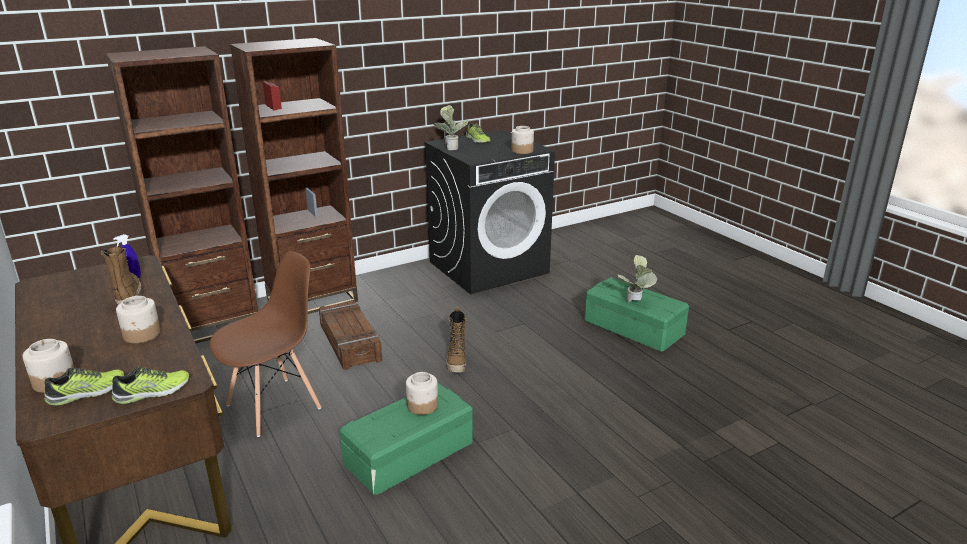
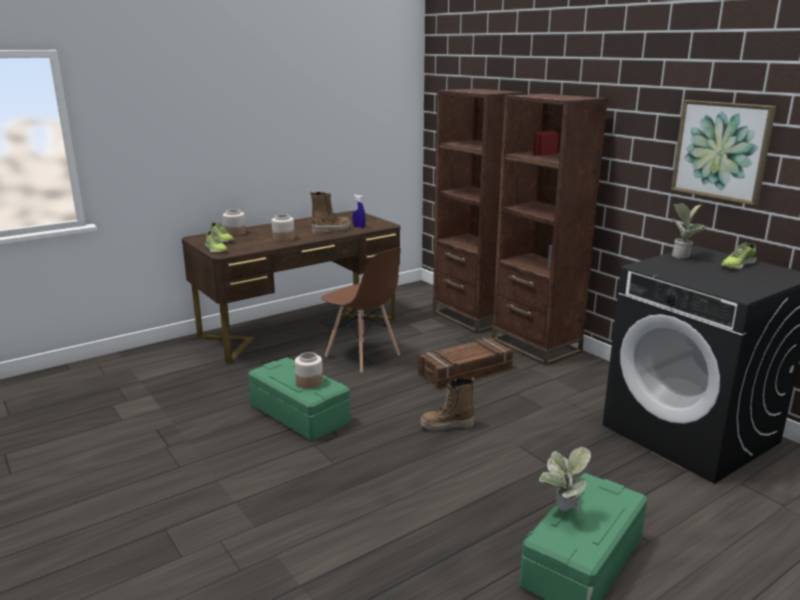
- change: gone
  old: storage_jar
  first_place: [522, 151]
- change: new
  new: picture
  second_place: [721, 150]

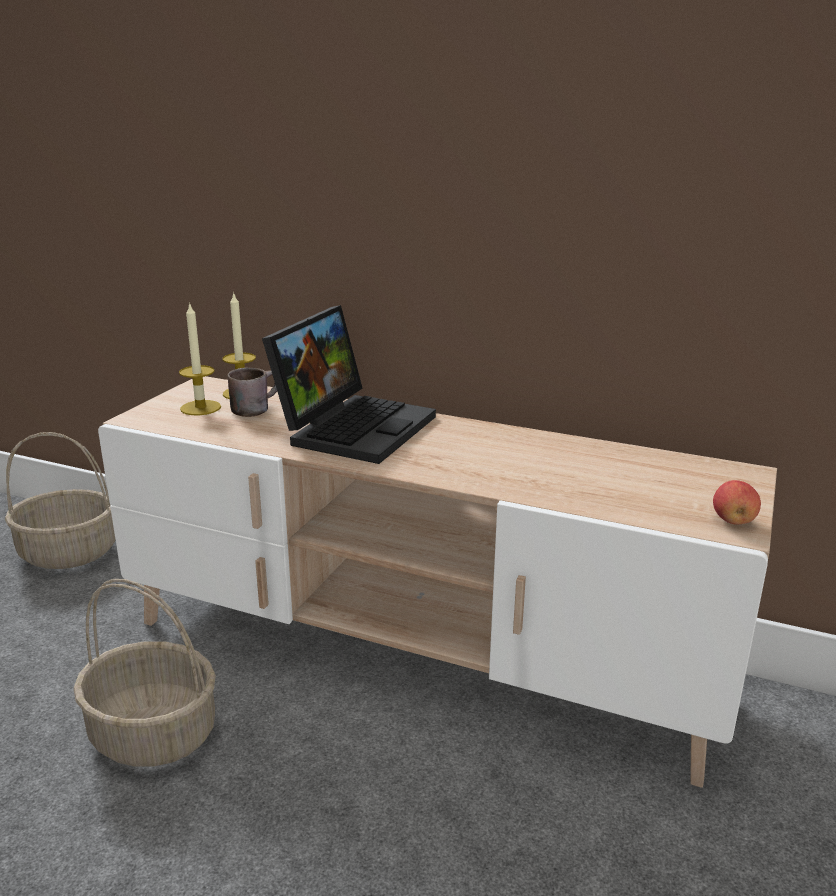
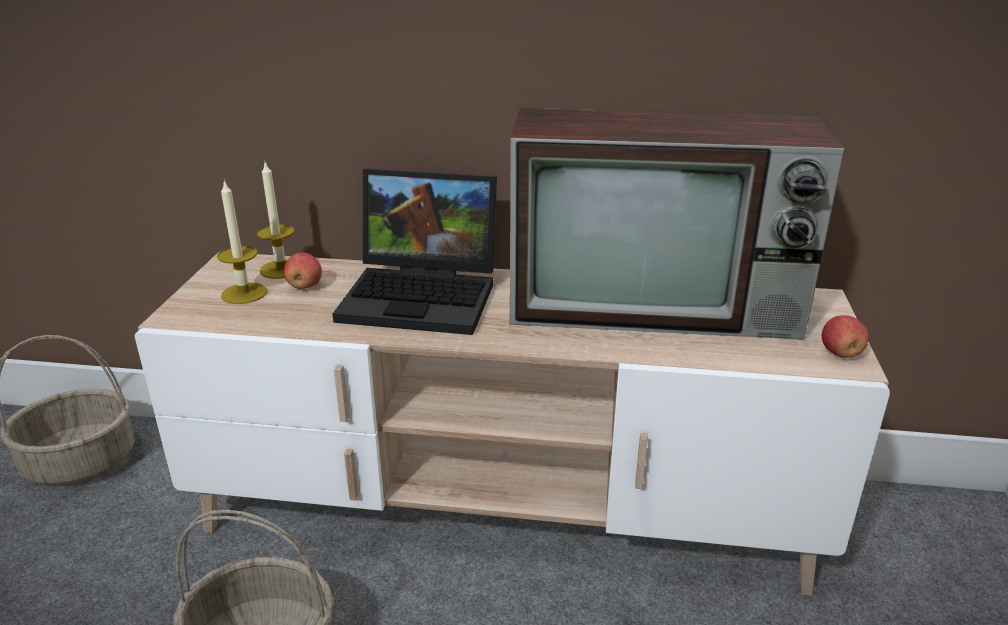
- change: swapped
  old: brown-coloured_mug
  new: whole_apple
  first_place: [254, 408]
  second_place: [305, 286]
- change: rotated
  old: notebook_computer
  first_place: [353, 426]
  second_place: [425, 295]
  degrees: 90
- change: new
  new: television
  second_place: [657, 306]

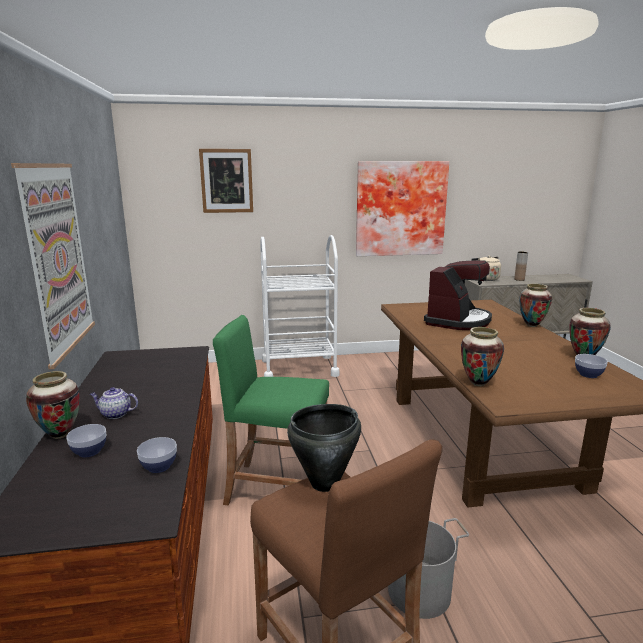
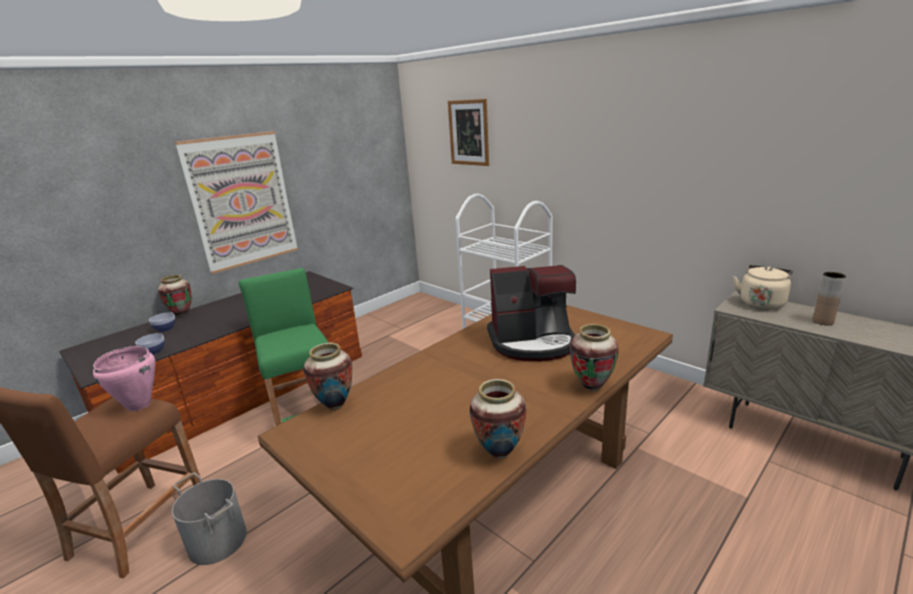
- change: gone
  old: pot_for_tea
  first_place: [115, 414]
- change: repainted
  old: black-coloured_cooking_pot
  new: pinkish_cooking_pot
  first_place: [325, 483]
  second_place: [138, 405]
- change: gone
  old: picture
  first_place: [400, 209]
- change: gone
  old: serving_bowl
  first_place: [588, 374]

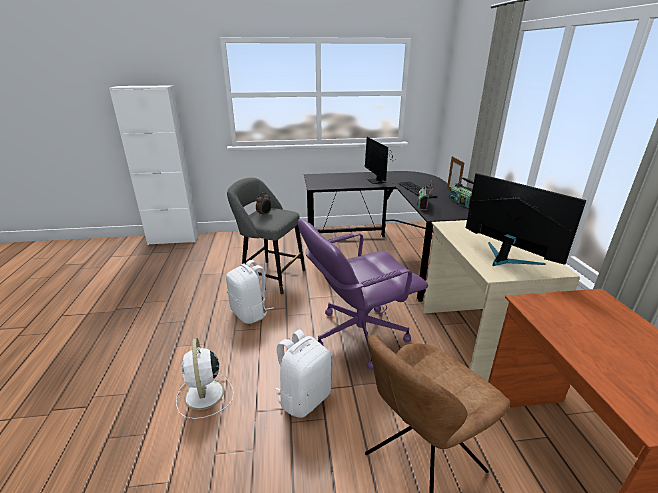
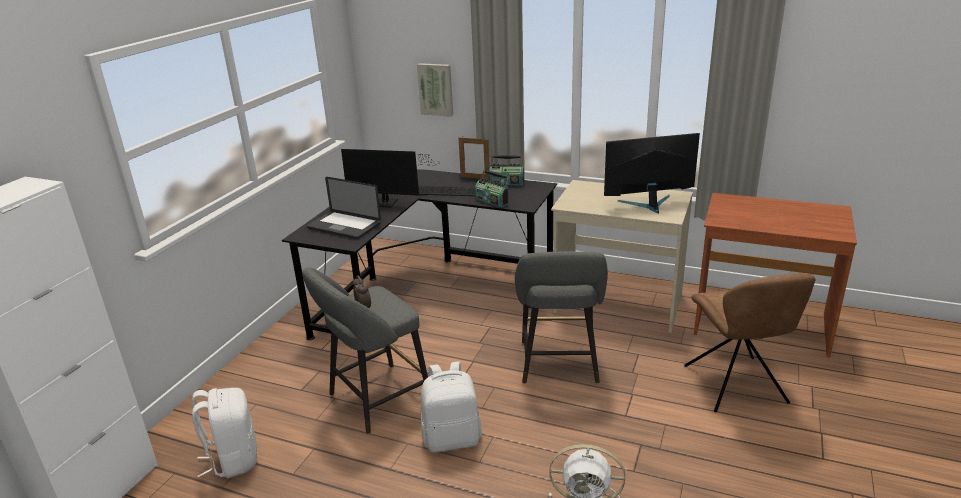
- change: shifted
  old: whitish_knapsack
  first_place: [304, 398]
  second_place: [233, 459]
- change: swapped
  old: purple_desk_chair
  new: gray_stool
  first_place: [358, 334]
  second_place: [559, 365]
- change: new
  new: notebook_computer
  second_place: [344, 226]
- change: new
  new: picture
  second_place: [436, 89]

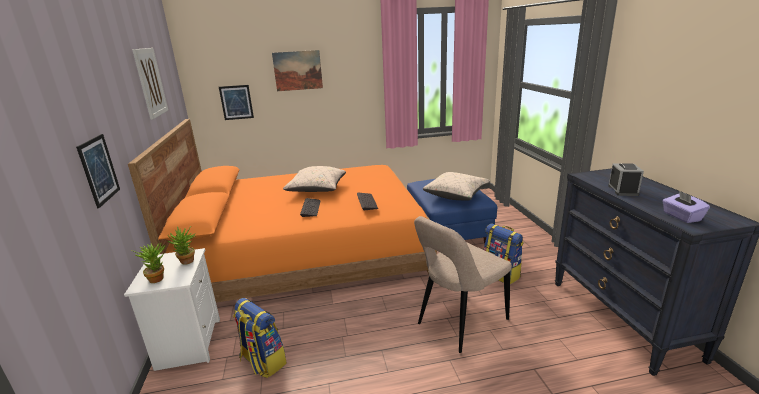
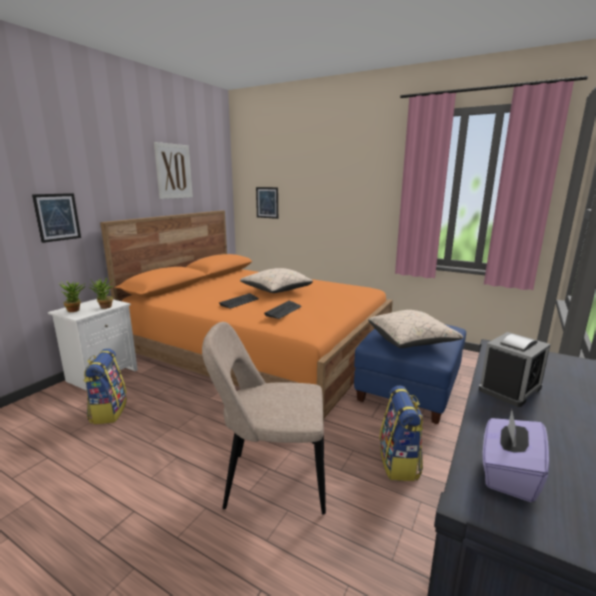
- change: gone
  old: picture
  first_place: [298, 70]

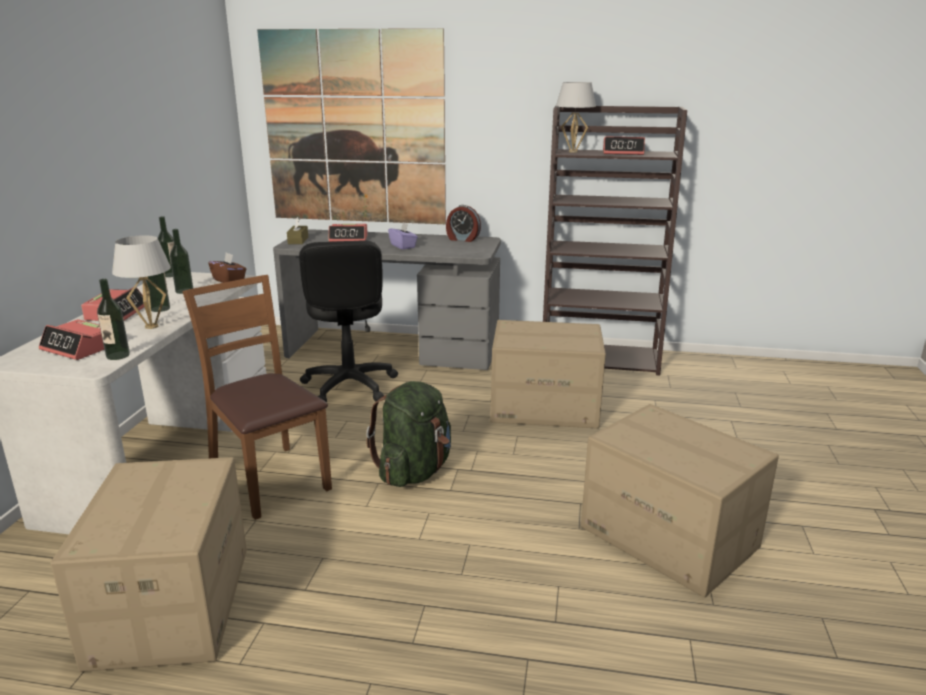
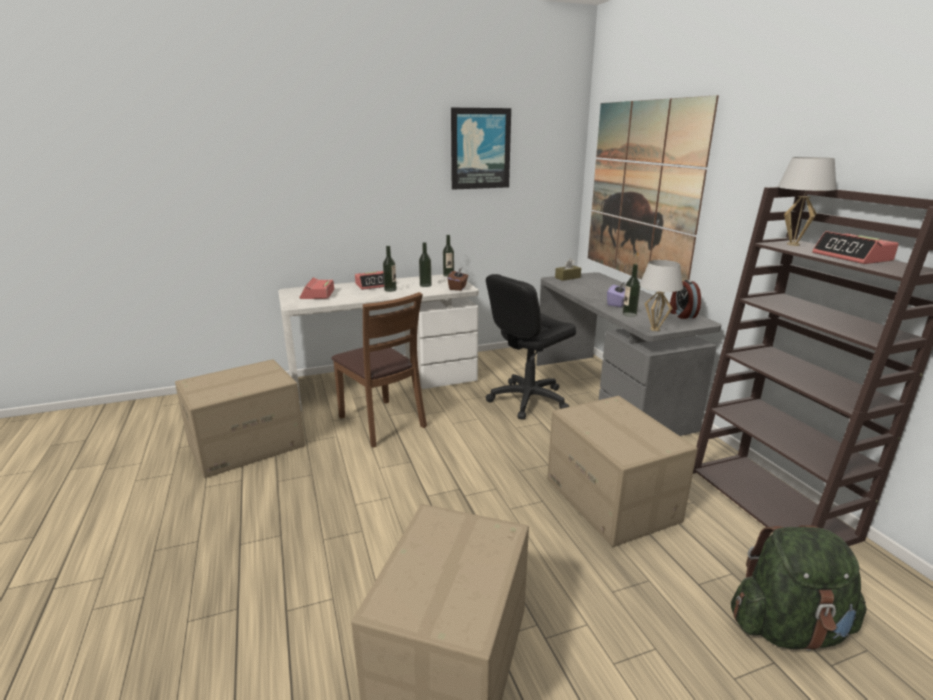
- change: shifted
  old: bottle
  first_place: [118, 355]
  second_place: [629, 314]
- change: shifted
  old: whitish_lamp_for_a_table
  first_place: [151, 326]
  second_place: [655, 329]
- change: rotated
  old: brown-coloured_chair
  first_place: [270, 480]
  second_place: [382, 423]
  degrees: 120
- change: gone
  old: bedside_clock
  first_place: [348, 238]
- change: shifted
  old: green-coloured_knapsack
  first_place: [414, 471]
  second_place: [788, 628]
- change: new
  new: picture
  second_place: [480, 149]

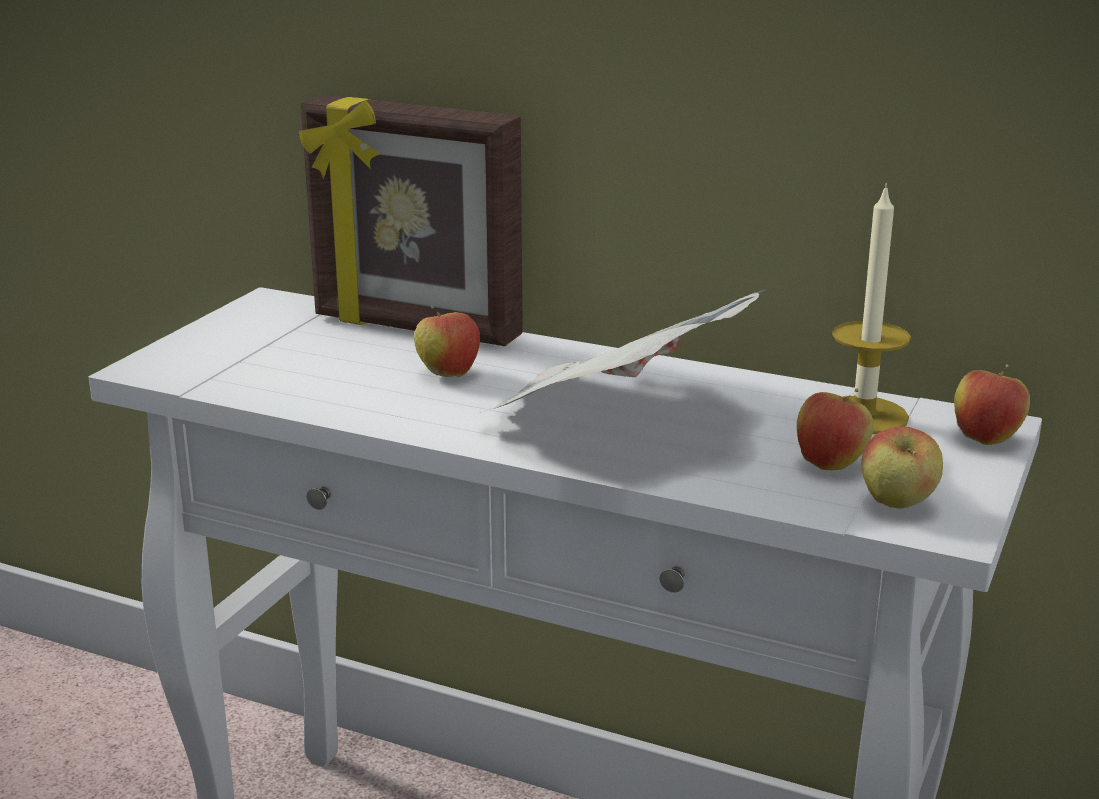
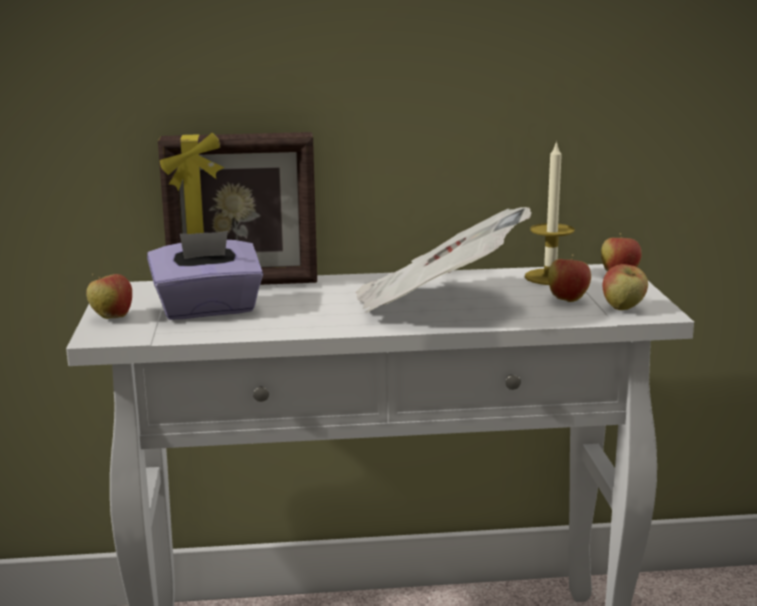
- change: shifted
  old: whole_apple
  first_place: [447, 374]
  second_place: [111, 318]
- change: new
  new: purple_box_of_tissues
  second_place: [208, 309]

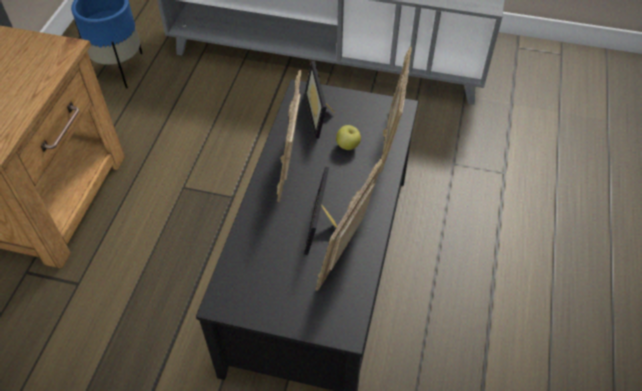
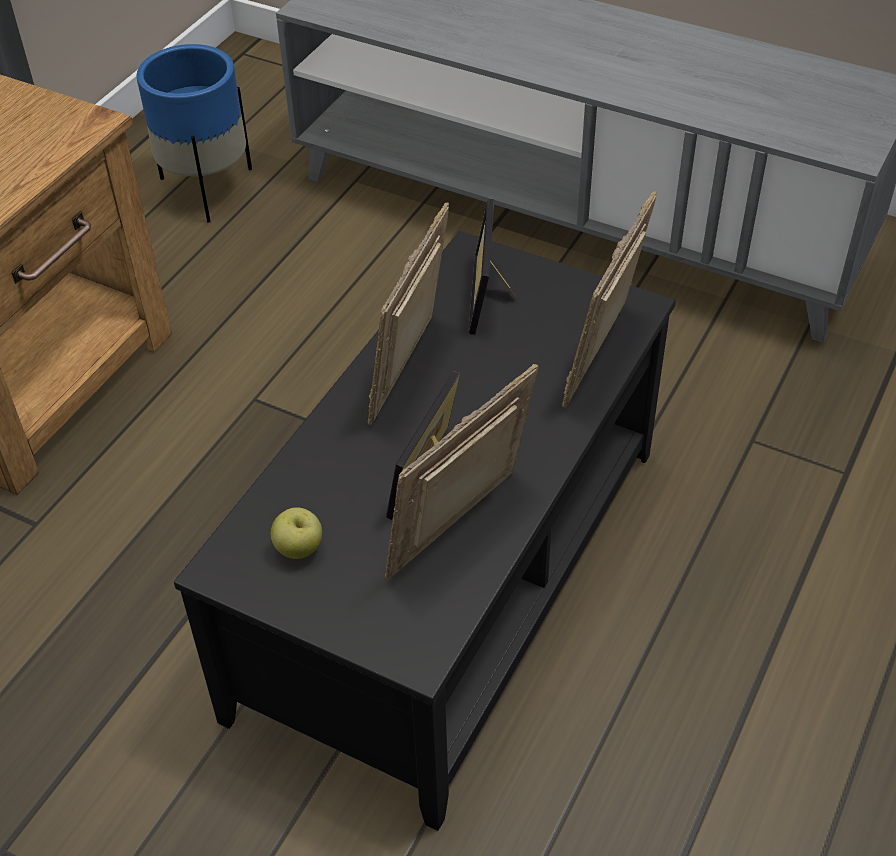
- change: shifted
  old: whole_apple
  first_place: [348, 146]
  second_place: [299, 549]

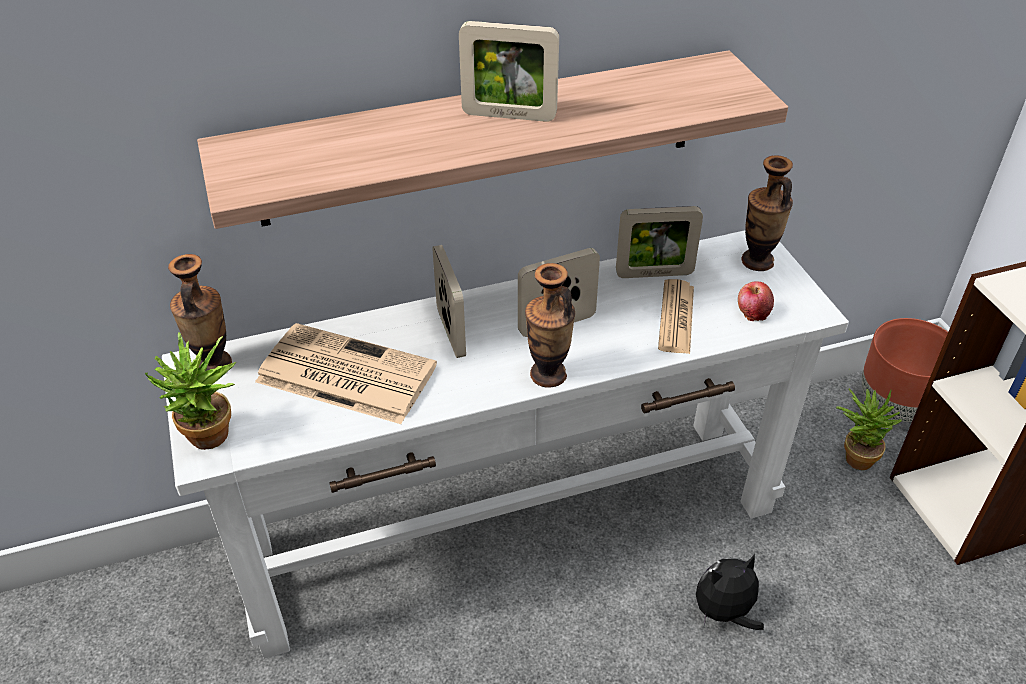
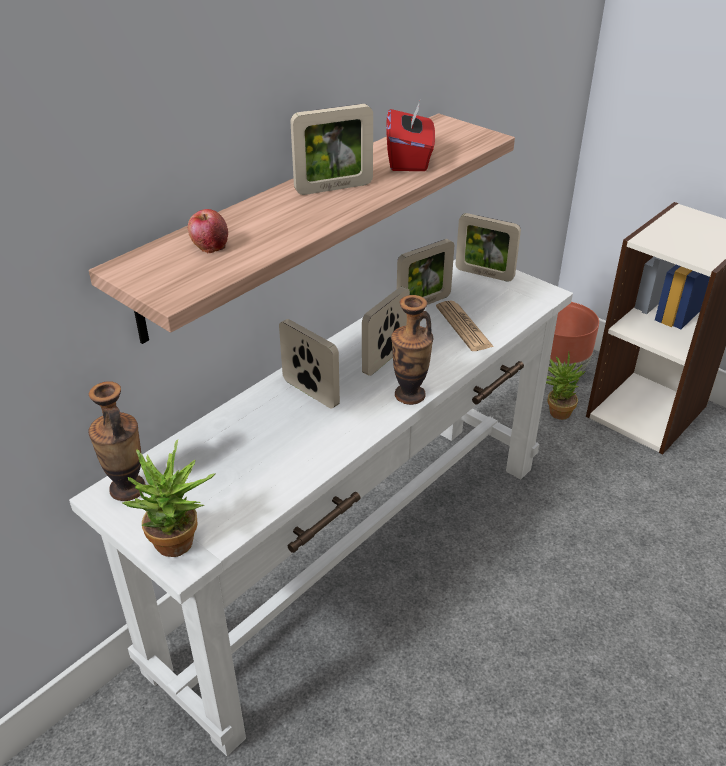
- change: gone
  old: newspaper
  first_place: [343, 374]
- change: gone
  old: plush_toy
  first_place: [724, 613]
- change: shifted
  old: whole_apple
  first_place: [753, 313]
  second_place: [210, 246]
- change: swapped
  old: vase
  new: standing_frame
  first_place: [757, 261]
  second_place: [484, 274]
- change: new
  new: reddish_box_of_tissues
  second_place: [409, 160]

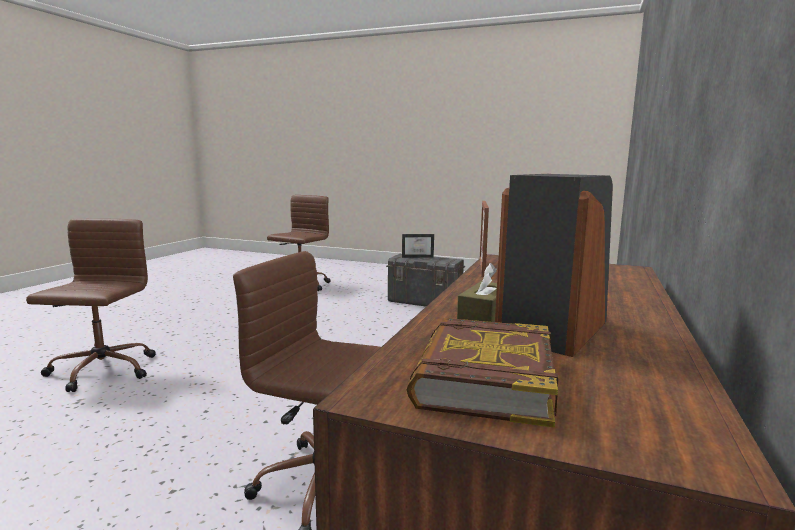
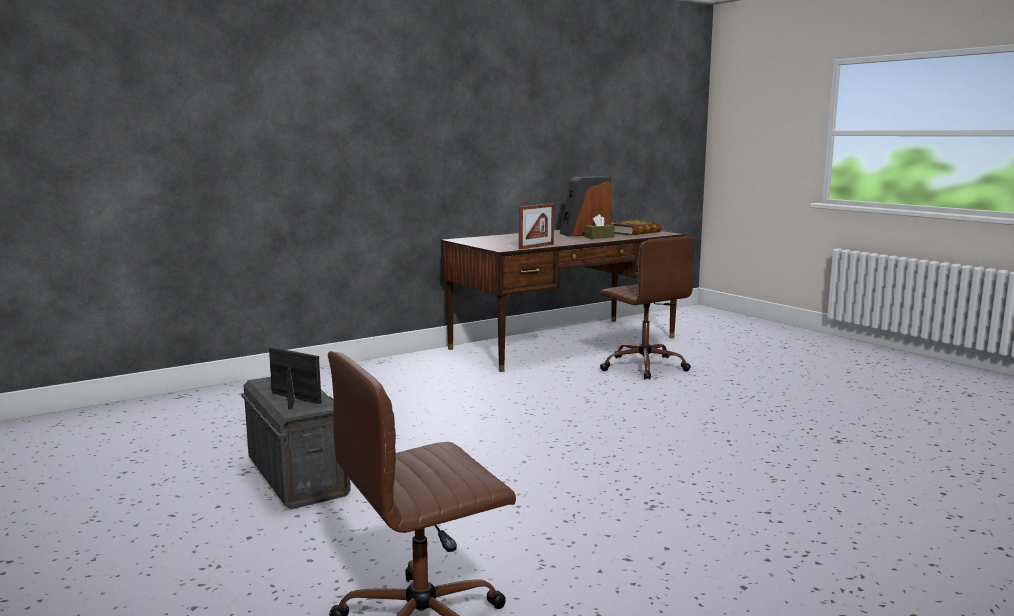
- change: gone
  old: brown-coloured_desk_chair
  first_place: [101, 371]

